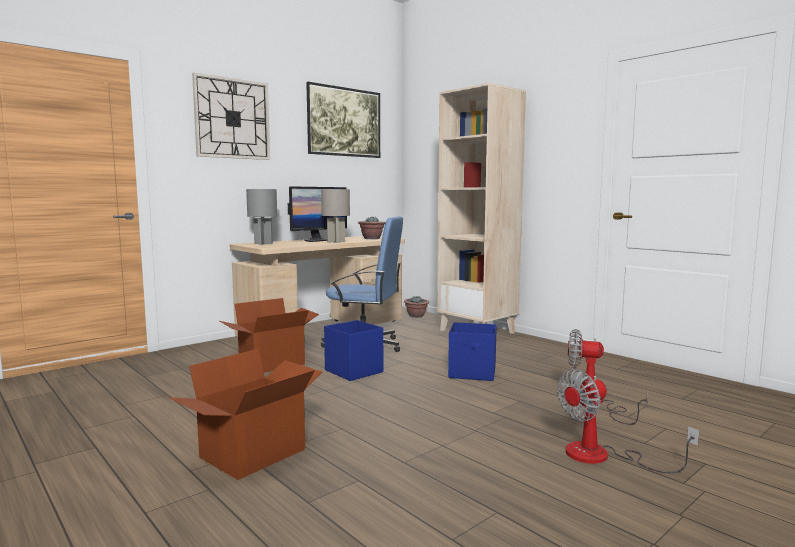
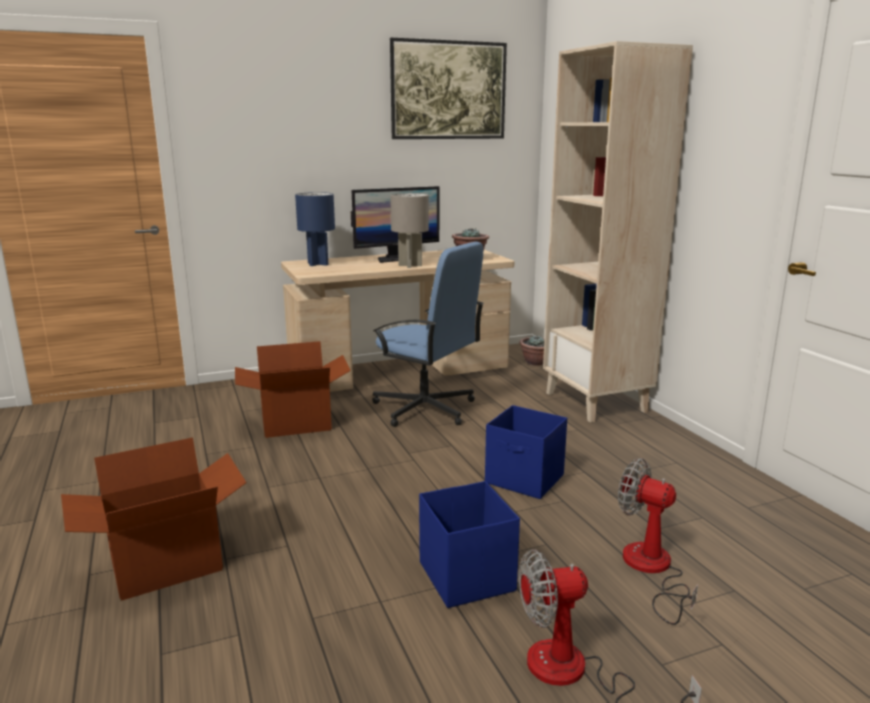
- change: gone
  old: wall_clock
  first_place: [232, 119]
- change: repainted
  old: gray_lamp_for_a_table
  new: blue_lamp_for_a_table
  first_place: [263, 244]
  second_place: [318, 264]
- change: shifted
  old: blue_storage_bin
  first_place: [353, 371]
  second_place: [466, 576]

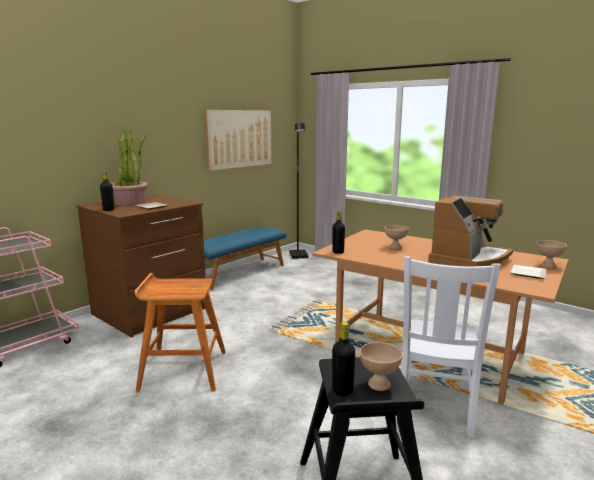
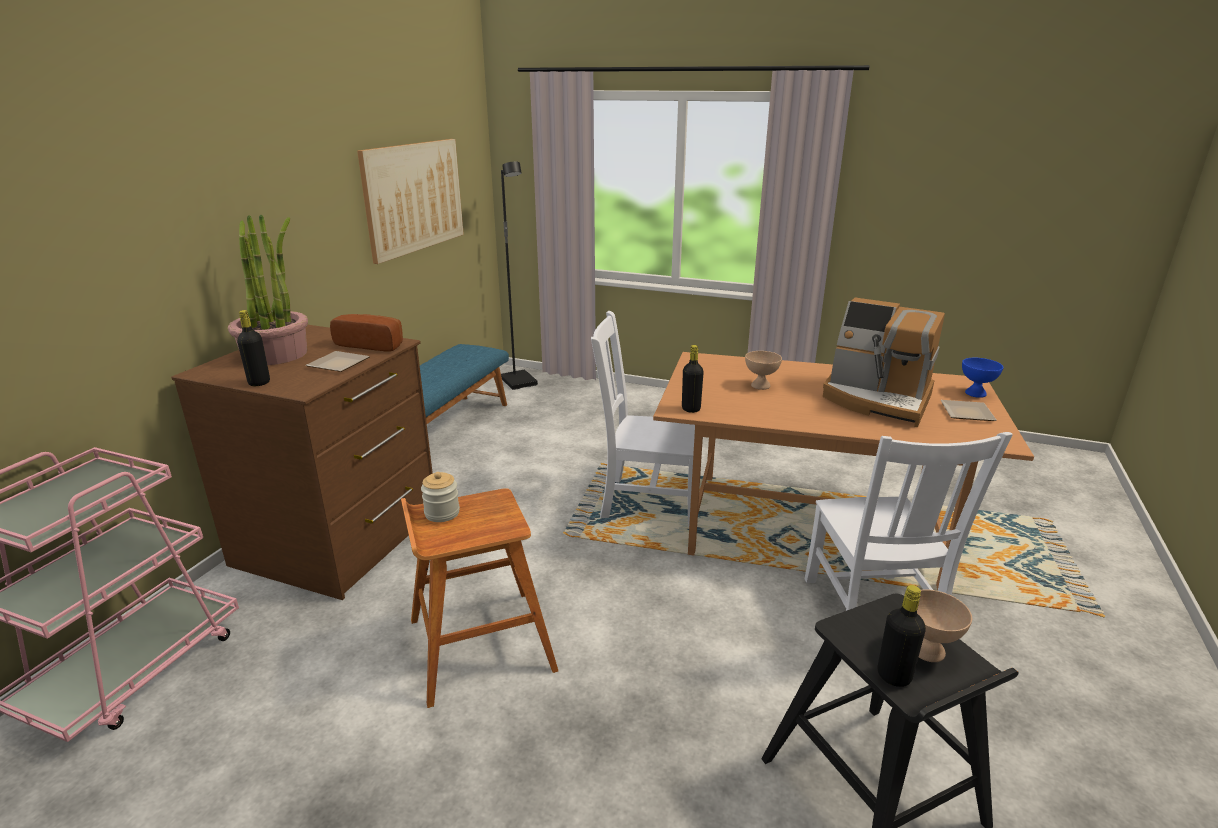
- change: rotated
  old: coffee_maker
  first_place: [468, 261]
  second_place: [877, 400]
  degrees: 105
- change: repainted
  old: sand-coloured_serving_bowl
  new: blue_serving_bowl
  first_place: [548, 266]
  second_place: [976, 394]
- change: new
  new: bread
  second_place: [372, 344]
- change: new
  new: storage_jar
  second_place: [442, 513]
- change: new
  new: whitish_chair
  second_place: [647, 502]

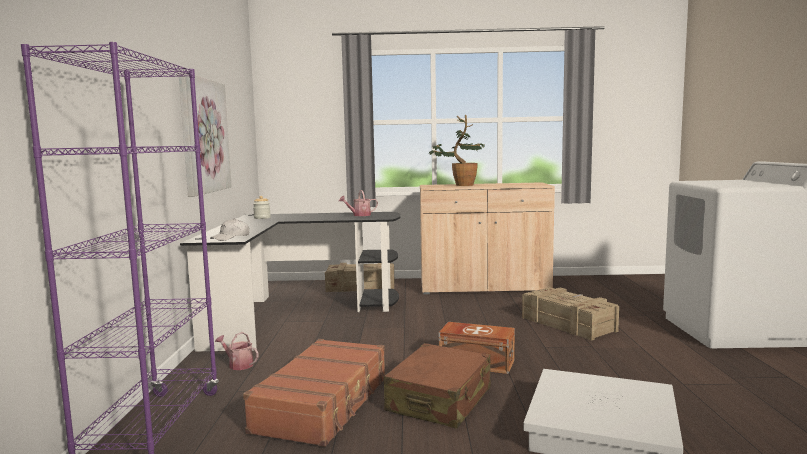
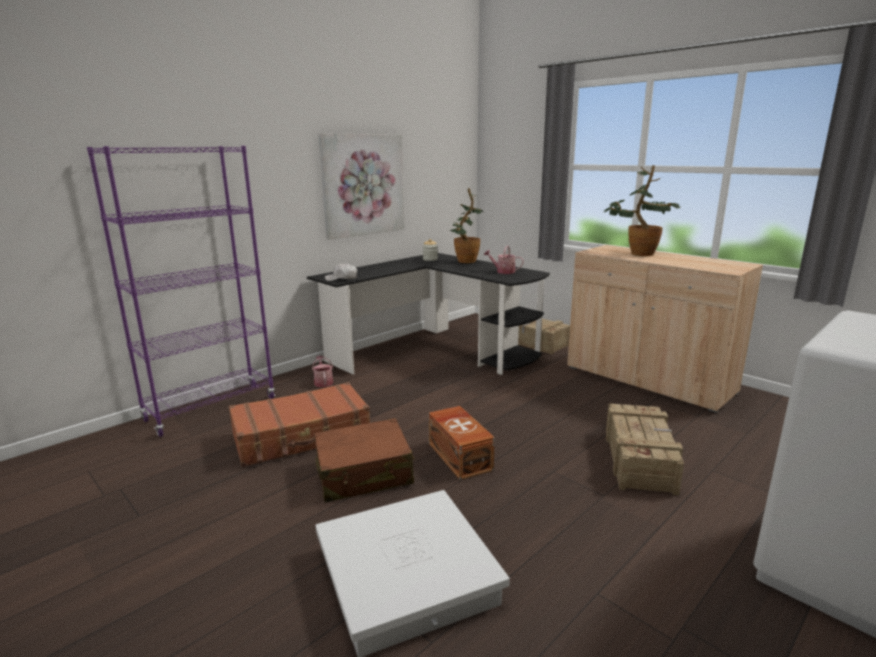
- change: new
  new: potted_plant
  second_place: [464, 262]

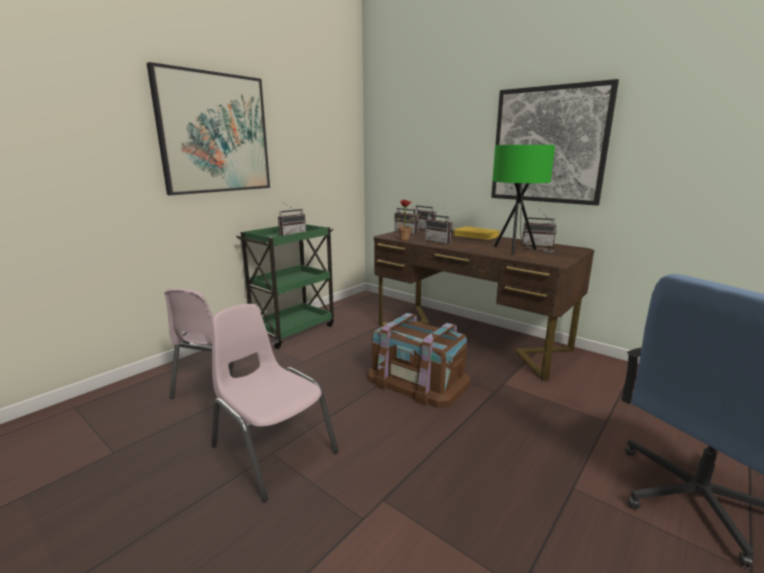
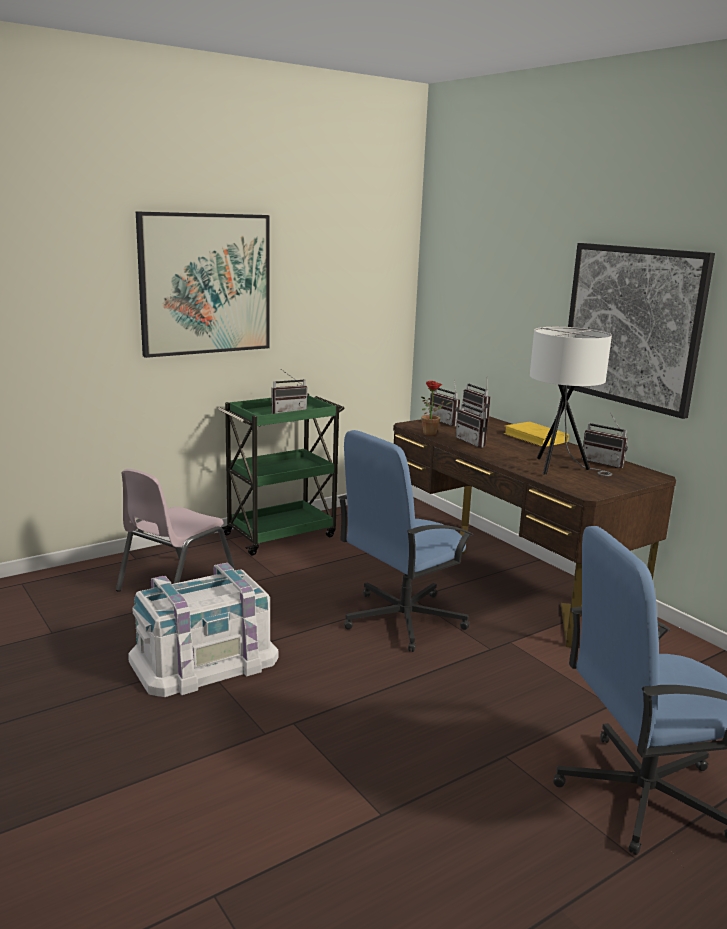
- change: swapped
  old: pinkish_chair
  new: whitish_storage_bin
  first_place: [273, 449]
  second_place: [204, 659]
- change: swapped
  old: brown-coloured_storage_bin
  new: blue_desk_chair
  first_place: [417, 380]
  second_place: [401, 619]
- change: repainted
  old: green-coloured_lamp_for_a_table
  new: whitish_lamp_for_a_table
  first_place: [516, 251]
  second_place: [560, 469]

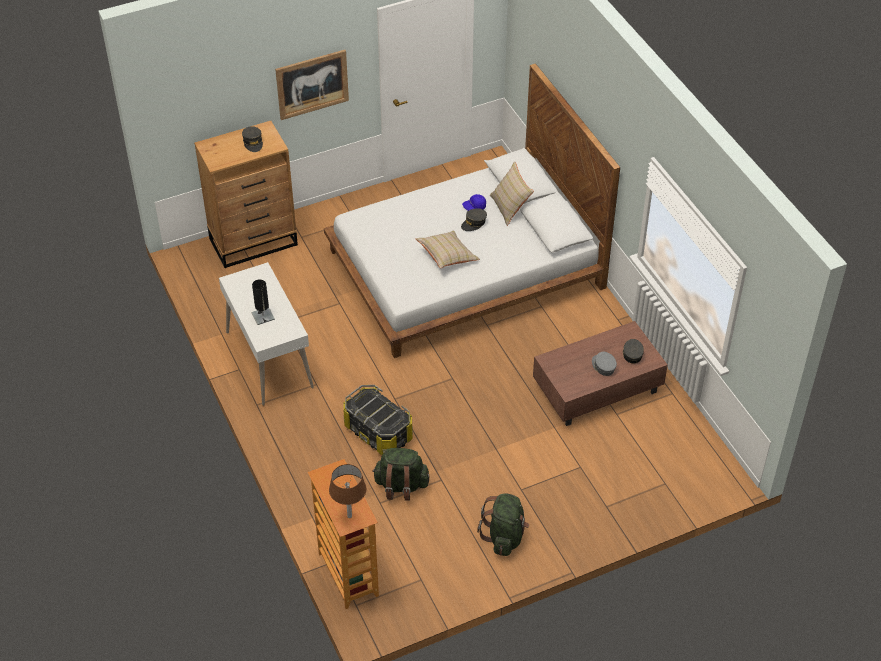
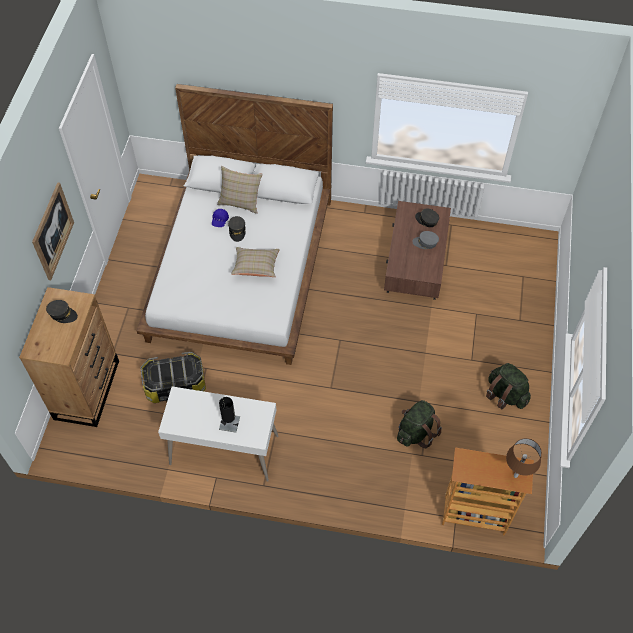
- change: shifted
  old: storage_bin
  first_place: [378, 431]
  second_place: [175, 385]

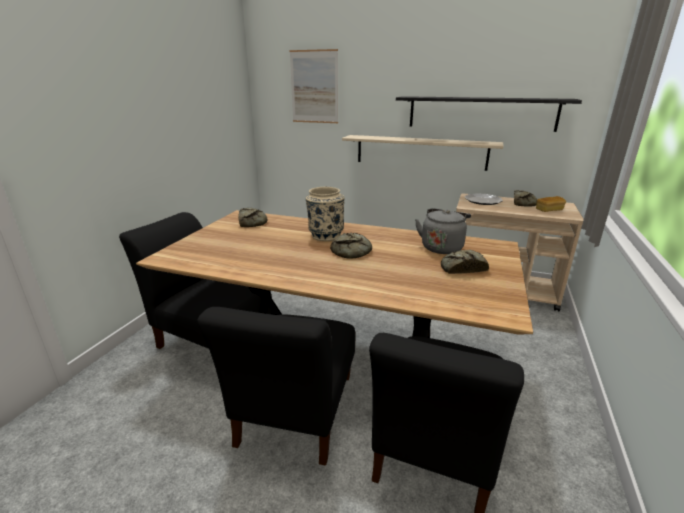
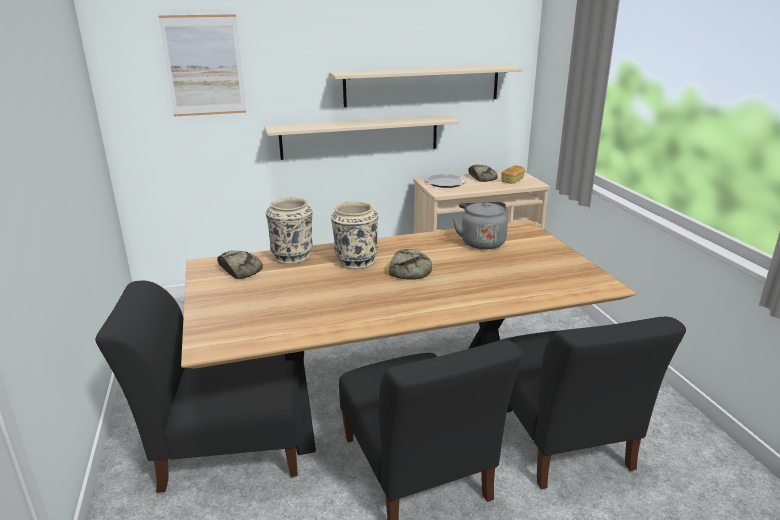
- change: repainted
  old: black-coloured_wall_shelf
  new: sand-coloured_wall_shelf
  first_place: [481, 113]
  second_place: [422, 85]
- change: gone
  old: bread
  first_place: [462, 268]
- change: new
  new: sand-coloured_vase
  second_place: [292, 256]

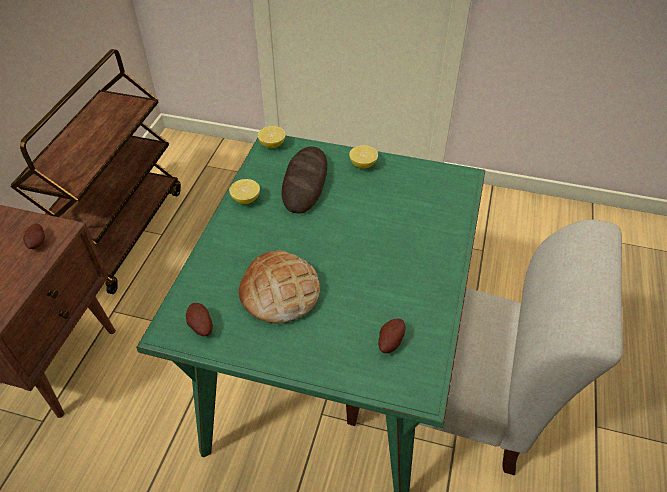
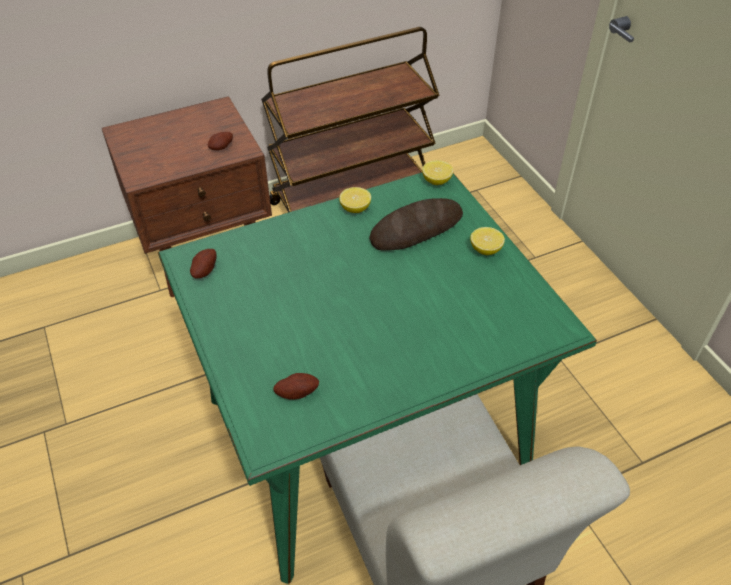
- change: gone
  old: bread
  first_place: [279, 292]

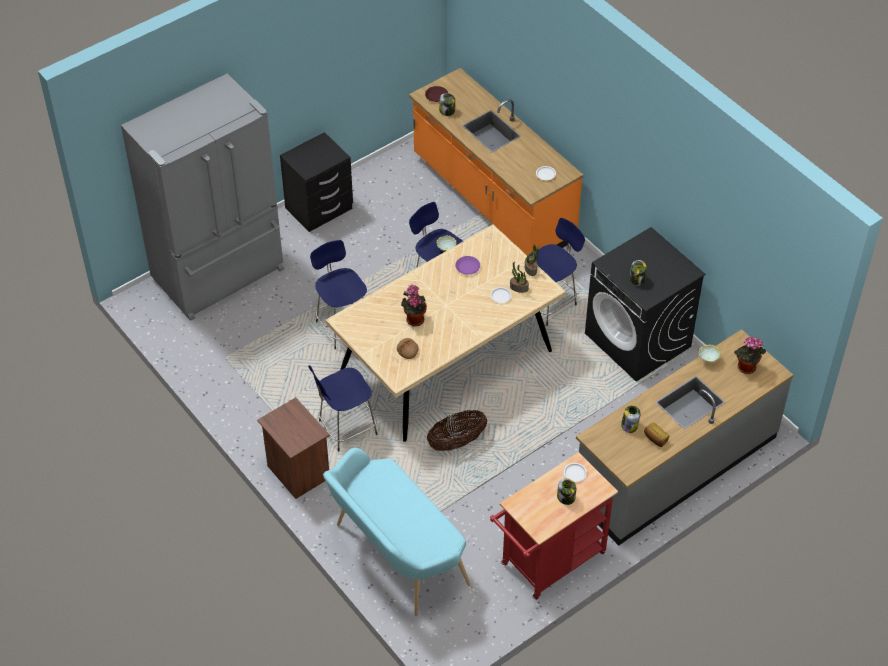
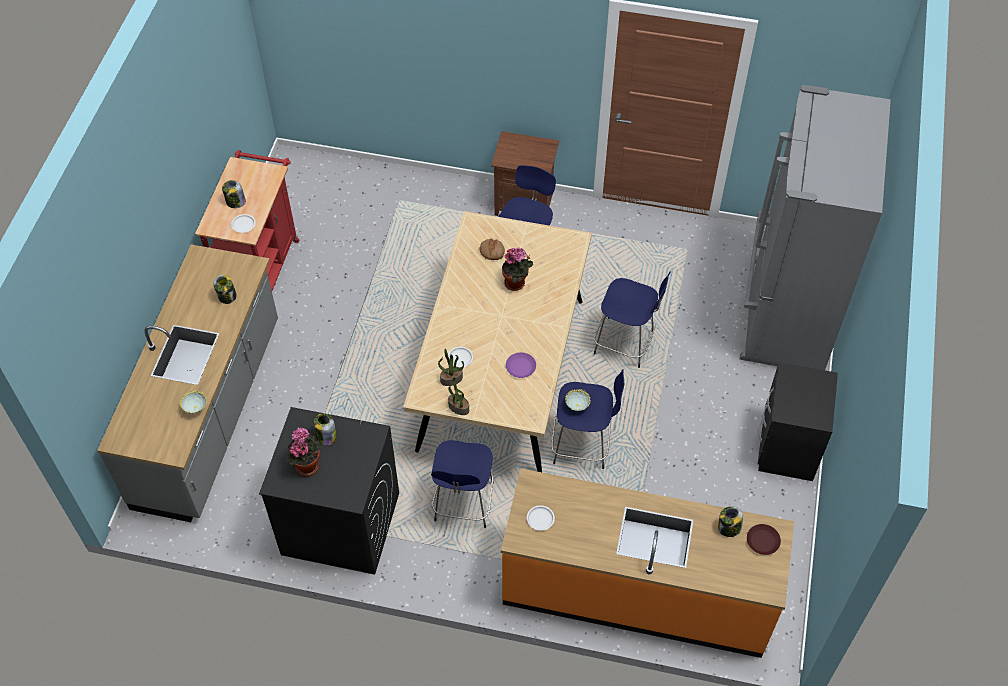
- change: gone
  old: turquoise_long_seat
  first_place: [395, 556]
- change: gone
  old: basket
  first_place: [456, 442]
- change: gone
  old: bread
  first_place: [655, 439]
- change: shifted
  old: potted_plant
  first_place: [746, 368]
  second_place: [307, 464]

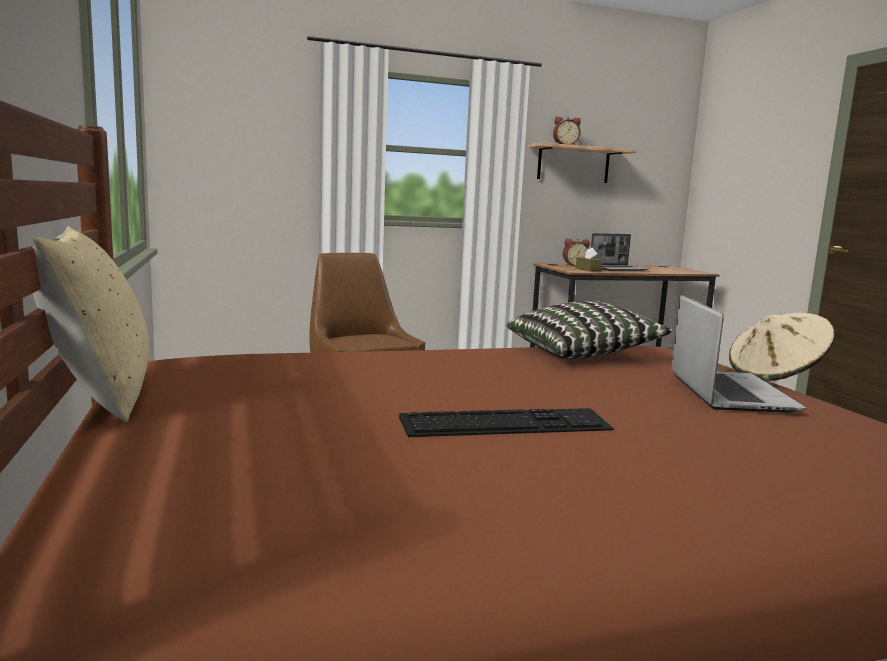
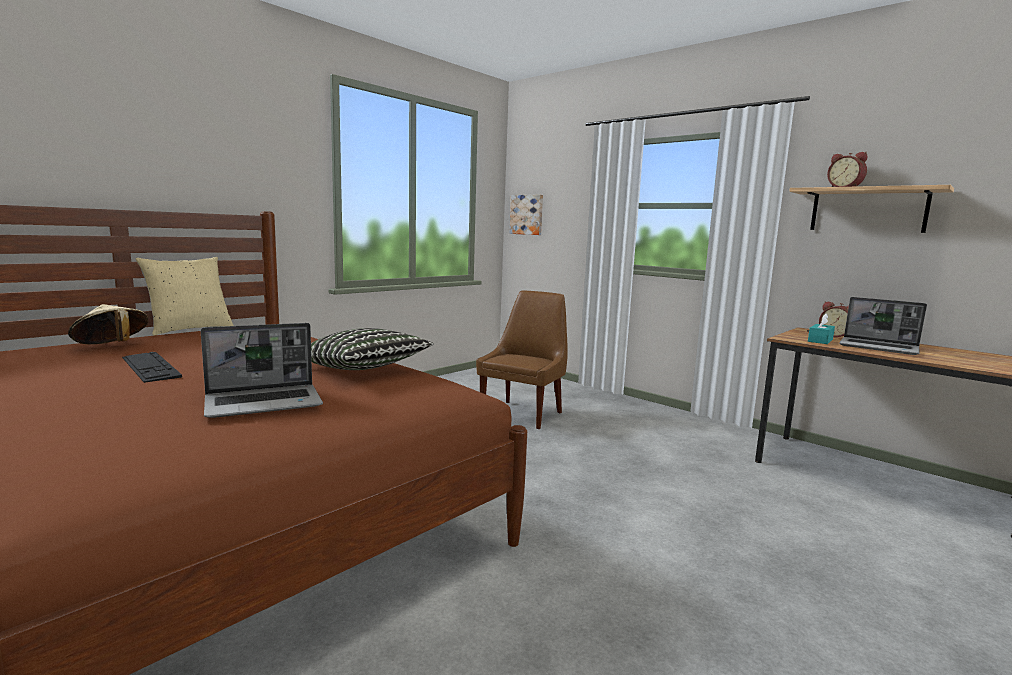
- change: repainted
  old: brown-coloured_box_of_tissues
  new: turquoise_box_of_tissues
  first_place: [588, 269]
  second_place: [820, 340]
- change: shifted
  old: sand-coloured_wearable_hat
  first_place: [776, 375]
  second_place: [112, 347]
- change: new
  new: picture
  second_place: [527, 214]

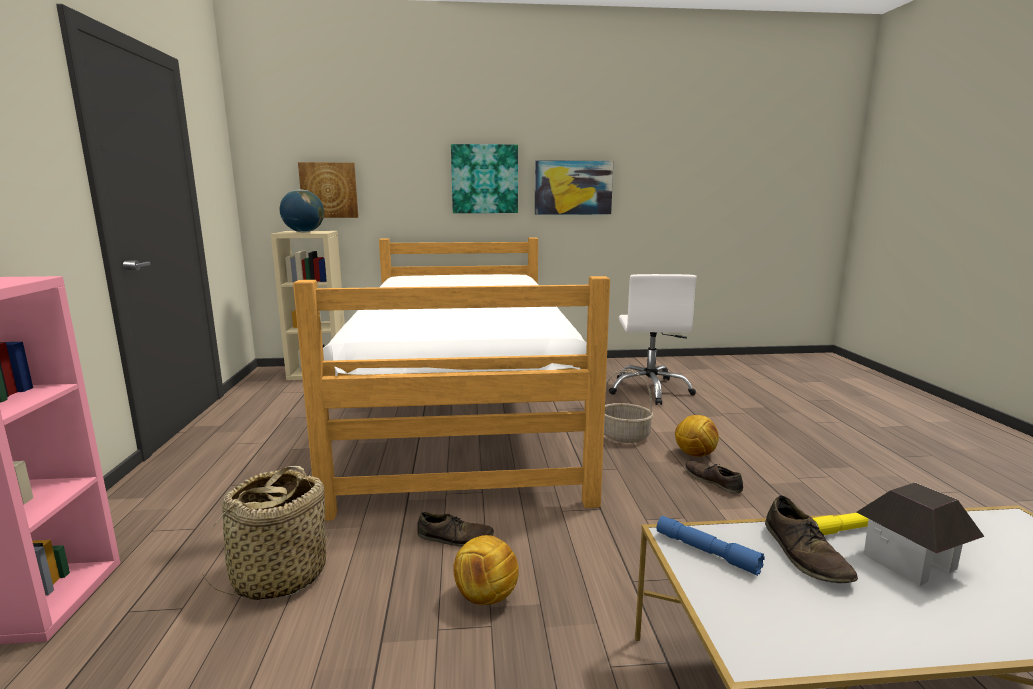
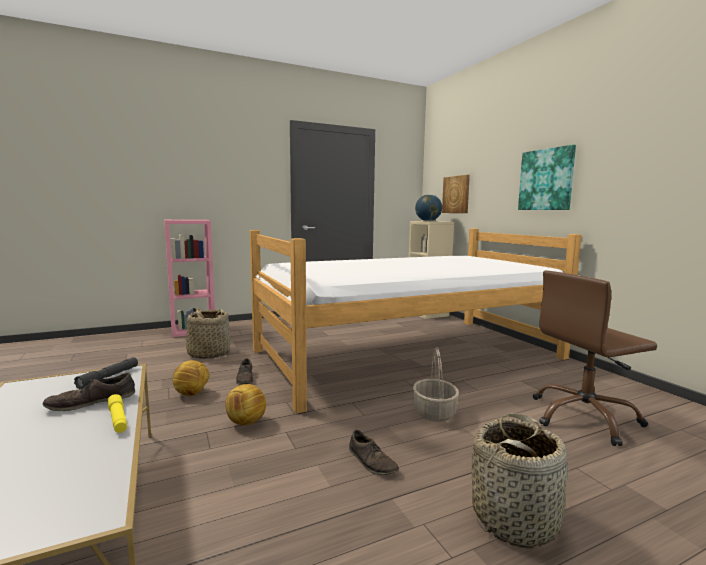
- change: gone
  old: picture
  first_place: [573, 188]
- change: repainted
  old: whitish_desk_chair
  new: brown-coloured_desk_chair
  first_place: [650, 390]
  second_place: [584, 417]
- change: repainted
  old: blue_flashlight
  new: gray_flashlight
  first_place: [706, 552]
  second_place: [108, 377]
- change: shifted
  old: ball_for_football
  first_place: [694, 454]
  second_place: [246, 422]
- change: rotated
  old: brown-coloured_low_shoe
  first_place: [713, 481]
  second_place: [372, 462]
  degrees: 105
- change: gone
  old: miniature_house
  first_place: [910, 562]
- change: new
  new: basket
  second_place: [515, 518]

